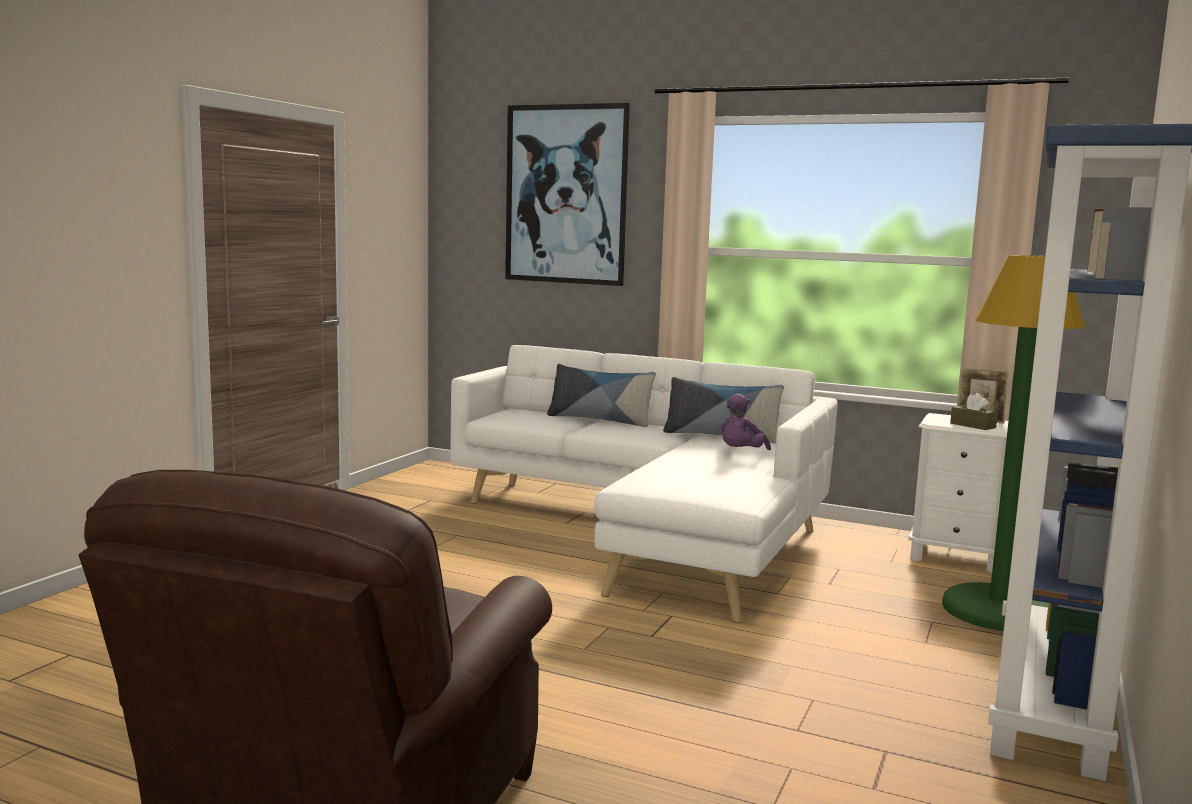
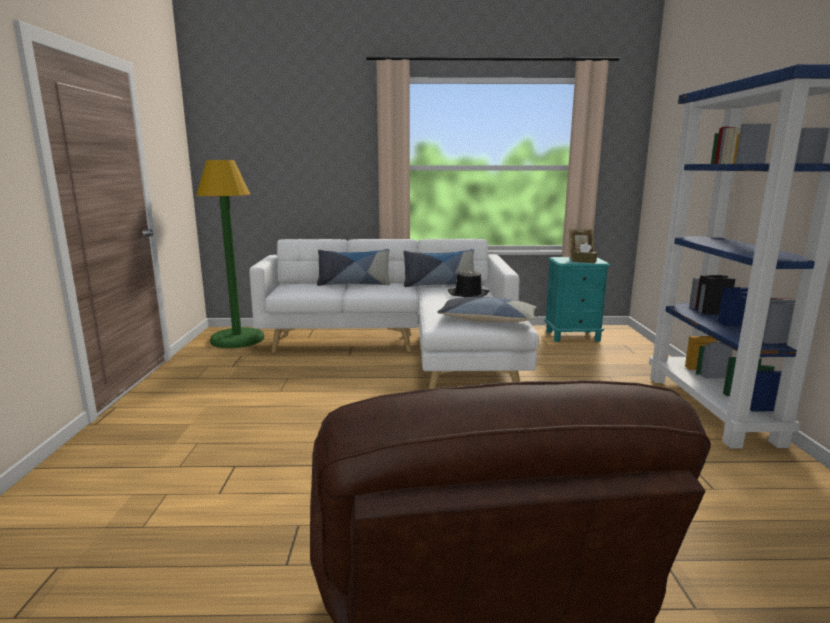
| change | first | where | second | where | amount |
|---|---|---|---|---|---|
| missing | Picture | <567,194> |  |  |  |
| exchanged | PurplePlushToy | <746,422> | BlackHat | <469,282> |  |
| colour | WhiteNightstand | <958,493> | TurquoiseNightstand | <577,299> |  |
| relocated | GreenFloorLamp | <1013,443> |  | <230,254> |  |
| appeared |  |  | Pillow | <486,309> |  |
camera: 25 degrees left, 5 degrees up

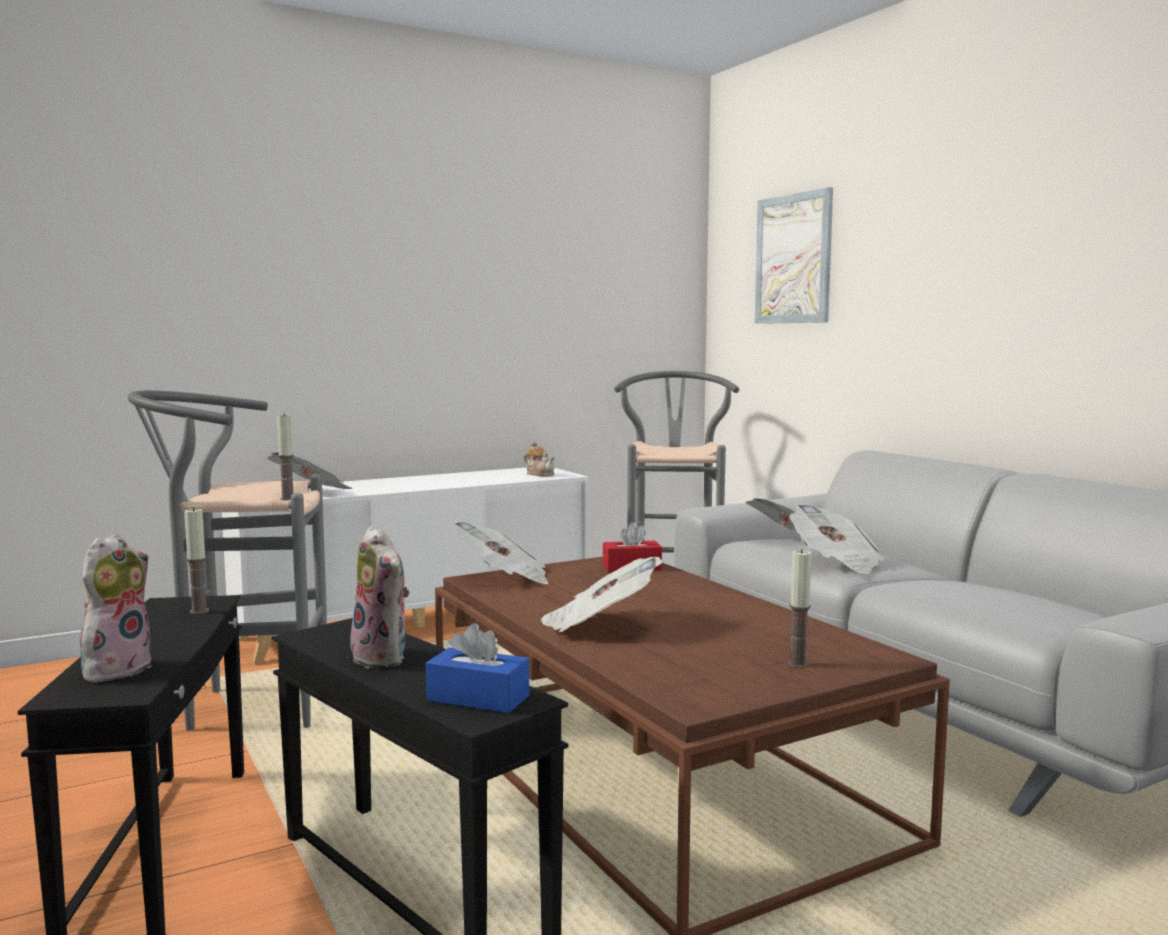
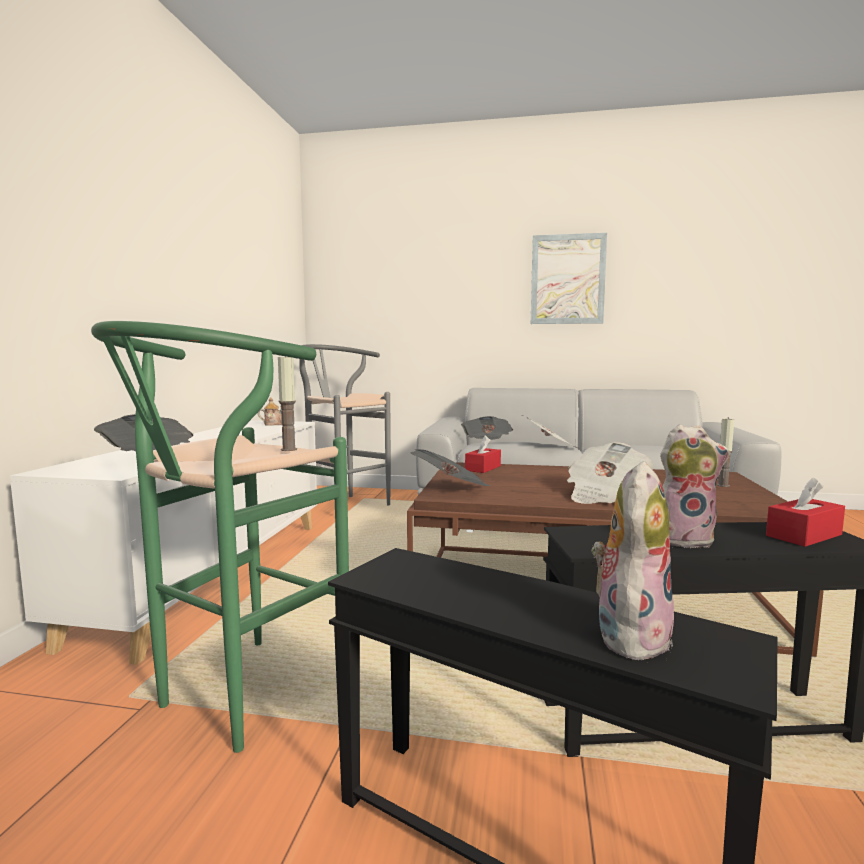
| change | first | where | second | where | amount |
|---|---|---|---|---|---|
| spun | PlushToy | <116,608> |  | <632,562> | 60 degrees clockwise |
| colour | GreyStool | <227,560> | GreenStool | <220,537> |  |
| missing | Candle | <196,560> |  |  |  |
| colour | BlueTissueBox | <477,668> | RedTissueBox | <805,512> |  |
| relocated | Picture | <794,255> |  | <569,278> |  |
camera: 50 degrees left, 0 degrees up

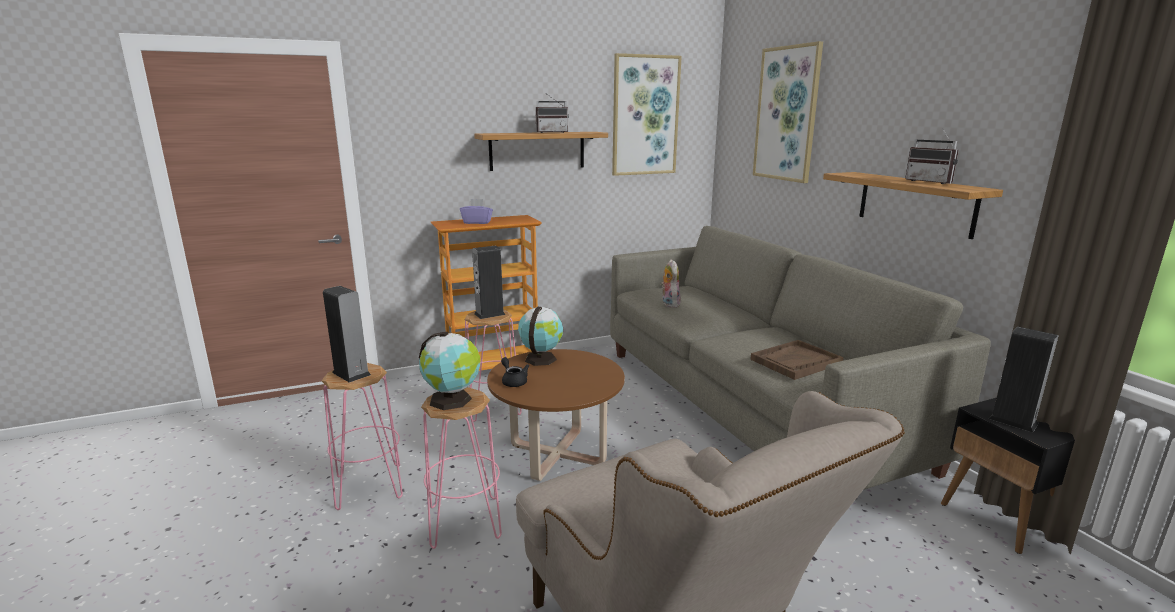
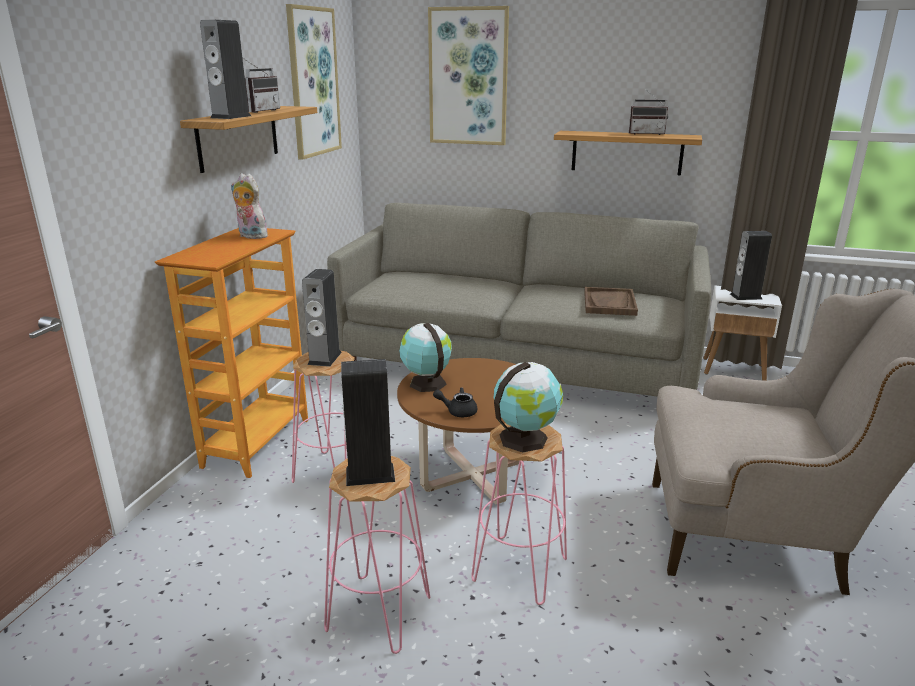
| change | first | where | second | where | amount |
|---|---|---|---|---|---|
| missing | PurpleTissueBox | <476,211> |  |  |  |
| relocated | PlushToy | <670,283> |  | <249,206> |  |
| colour | BlackSideTable | <1008,476> | WhiteSideTable | <742,332> |  |
| appeared |  |  | Speaker | <225,69> |  |
camera: 50 degrees left, 5 degrees up

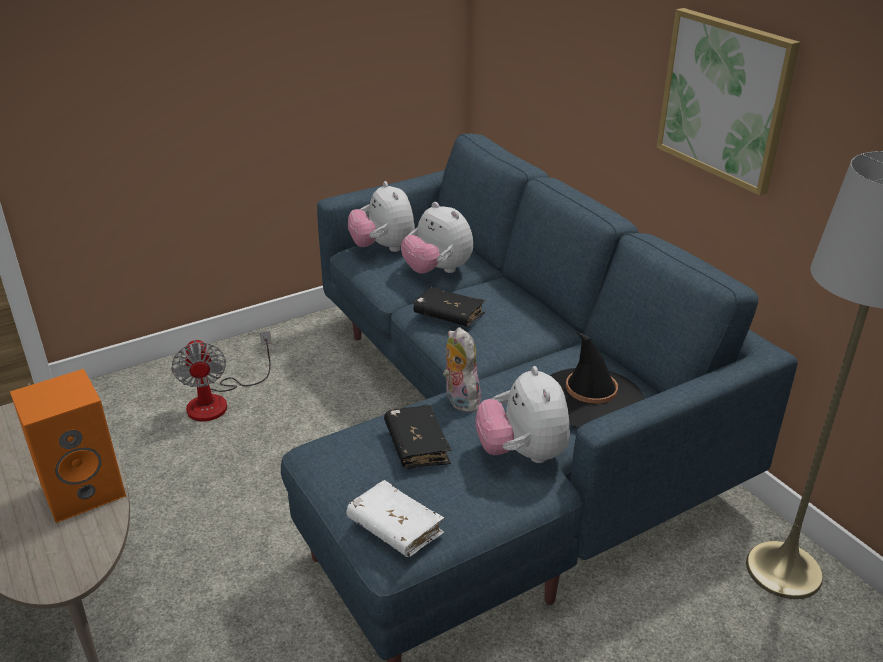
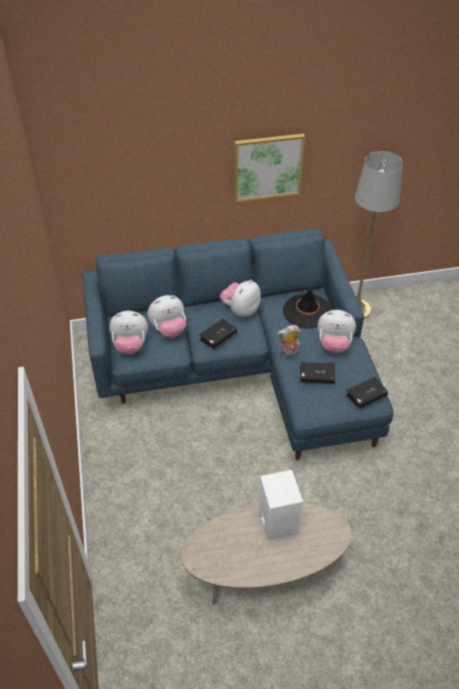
| change | first | where | second | where | amount |
|---|---|---|---|---|---|
| colour | OrangeSpeaker | <68,446> | WhiteSpeaker | <280,505> |  |
| missing | Fan | <221,376> |  |  |  |
| colour | WhiteBook | <395,518> | BlackBook | <367,393> |  |
| appeared |  |  | PlushToy | <240,298> |  |
camera: 70 degrees left, 15 degrees up

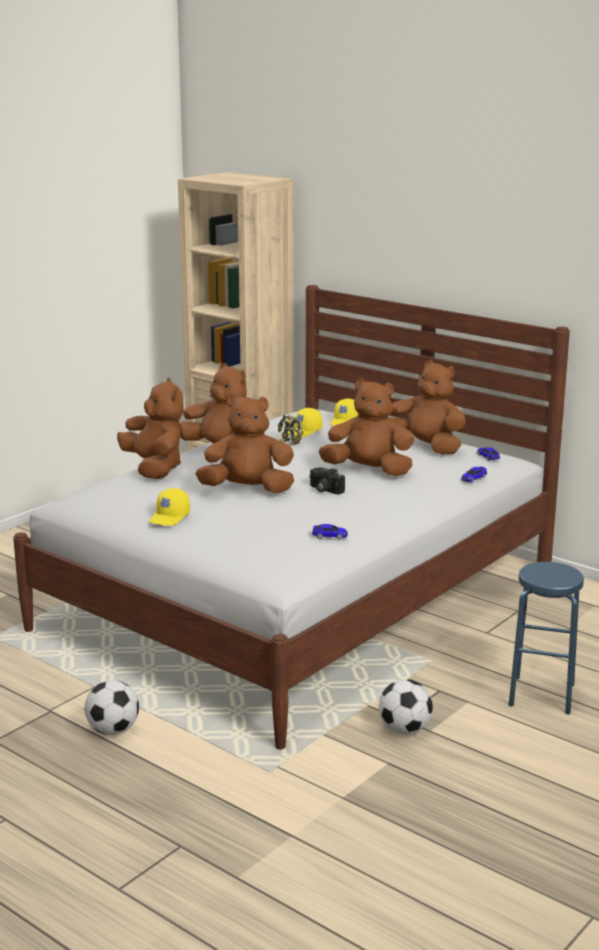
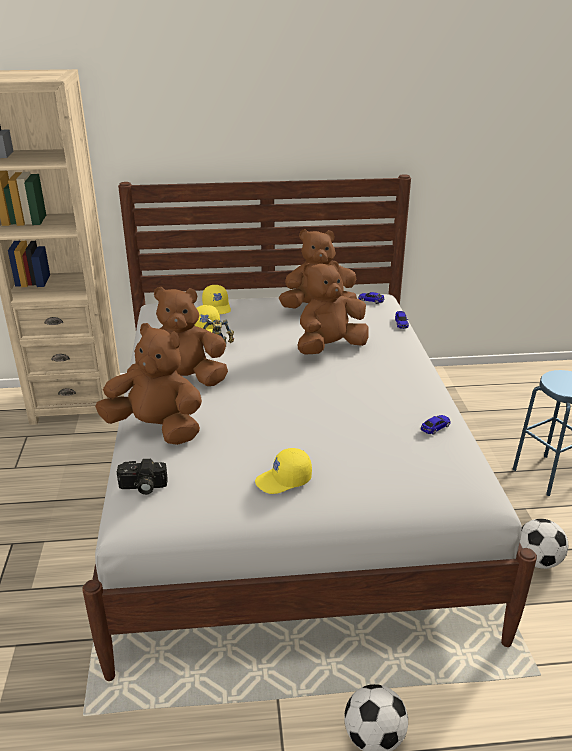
| change | first | where | second | where | amount |
|---|---|---|---|---|---|
| spun | YellowCap | <169,507> |  | <283,471> | 90 degrees clockwise |
| missing | BrownPlushToy | <245,443> |  |  |  |
| relocated | PhotoCamera | <327,481> |  | <142,477> |  |
camera: 45 degrees left, 10 degrees up

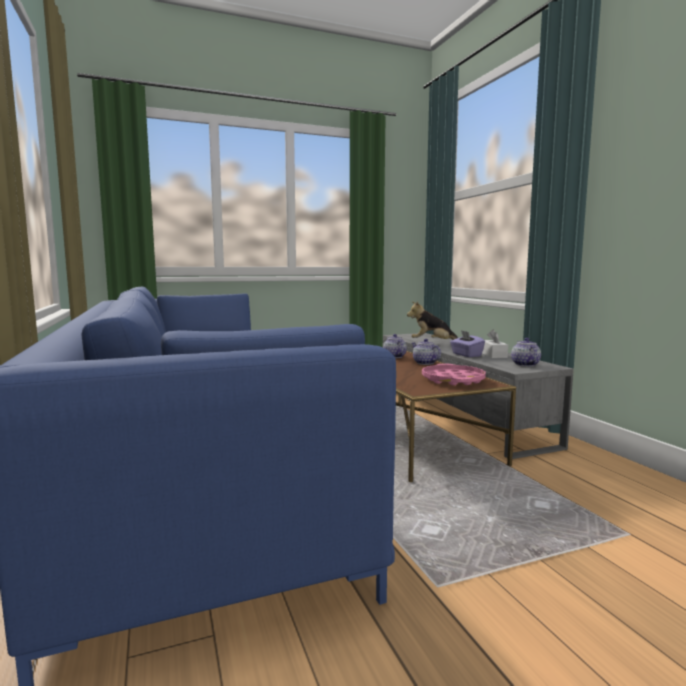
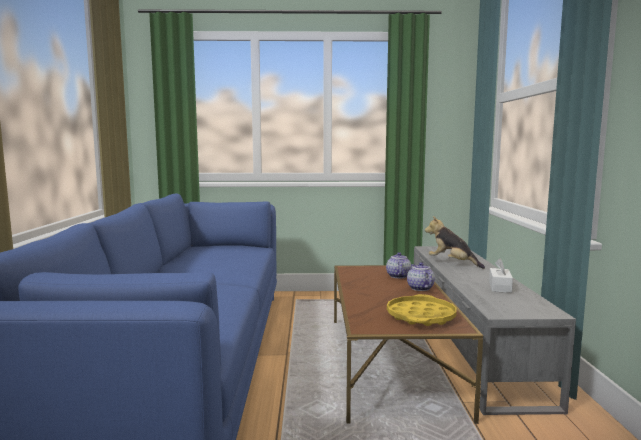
| change | first | where | second | where | amount |
|---|---|---|---|---|---|
| colour | PinkTray | <454,375> | YellowTray | <422,310> |  |
| missing | PurpleTissueBox | <467,343> |  |  |  |
| missing | Teapot | <526,352> |  |  |  |
camera: 20 degrees right, 0 degrees up

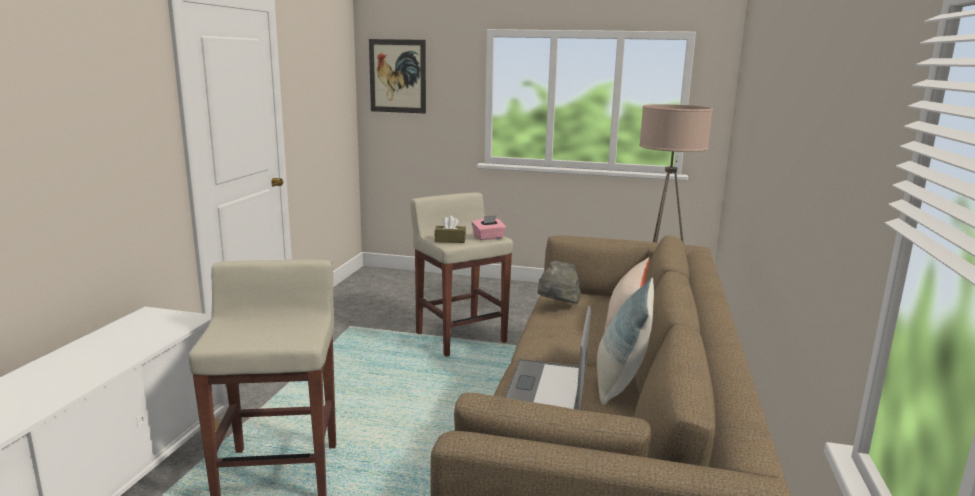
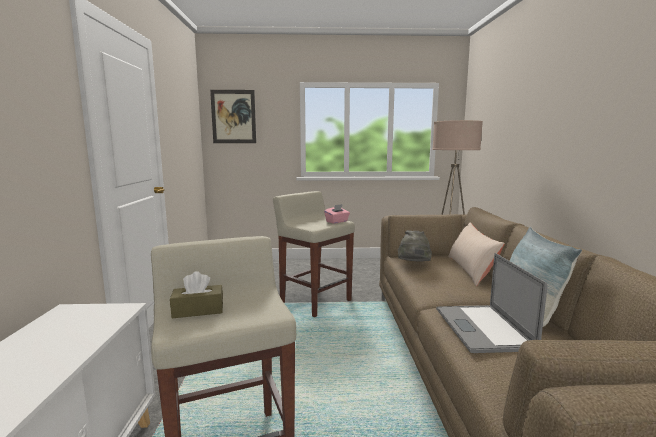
| change | first | where | second | where | amount |
|---|---|---|---|---|---|
| relocated | BrownTissueBox | <450,229> |  | <196,294> |  |
camera: 15 degrees left, 5 degrees down

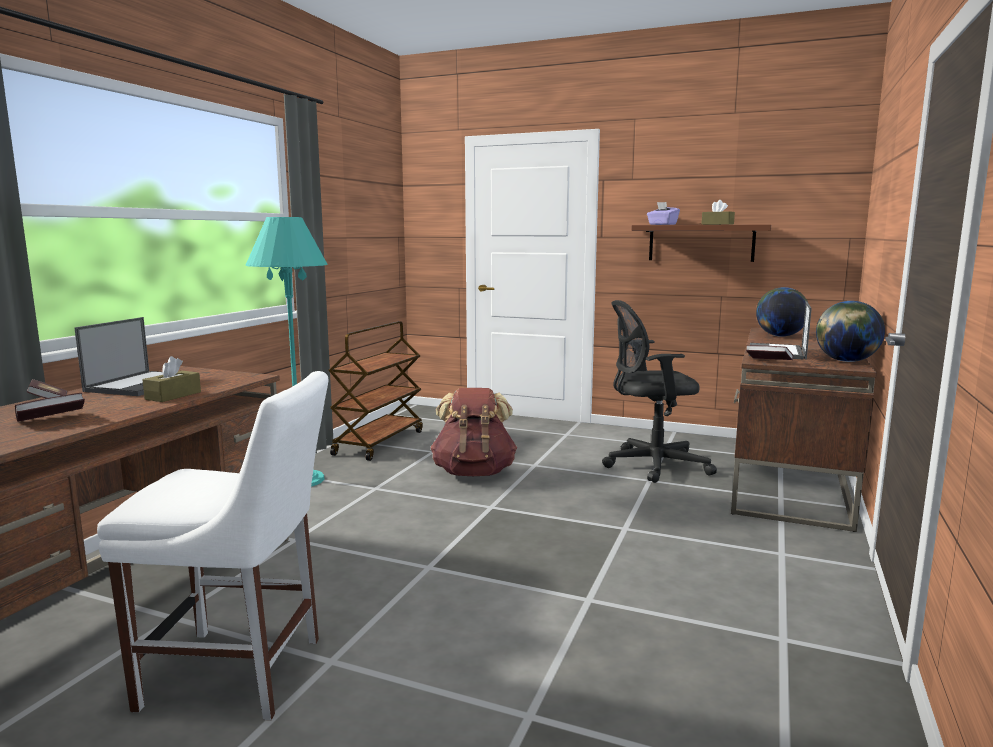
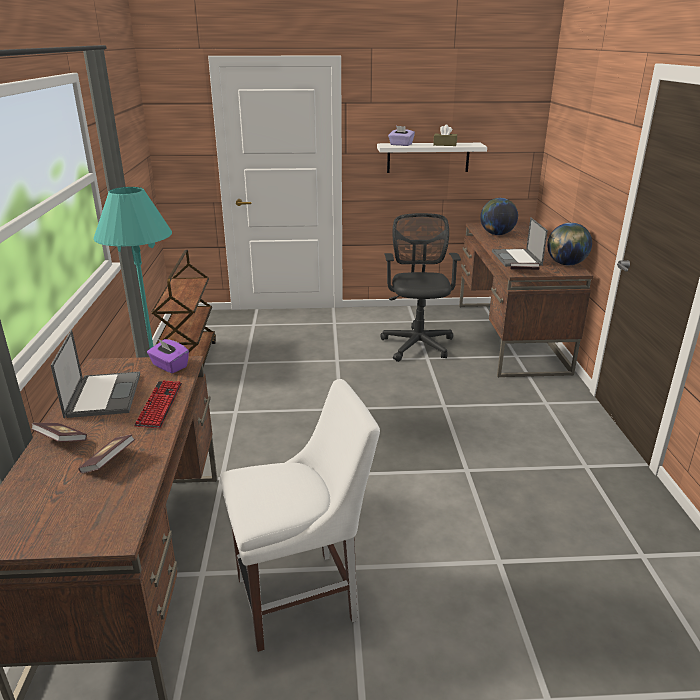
| change | first | where | second | where | amount |
|---|---|---|---|---|---|
| exchanged | BrownTissueBox | <172,379> | Keyboard | <158,404> |  |
| missing | BrownBackpack | <473,432> |  |  |  |
| spun | BlackOfficeChair | <659,391> |  | <420,287> | 120 degrees clockwise |
| colour | BrownShelf | <701,243> | WhiteShelf | <432,158> |  |
| appeared |  |  | PurpleTissueBox | <168,356> |  |
camera: 25 degrees left, 15 degrees up

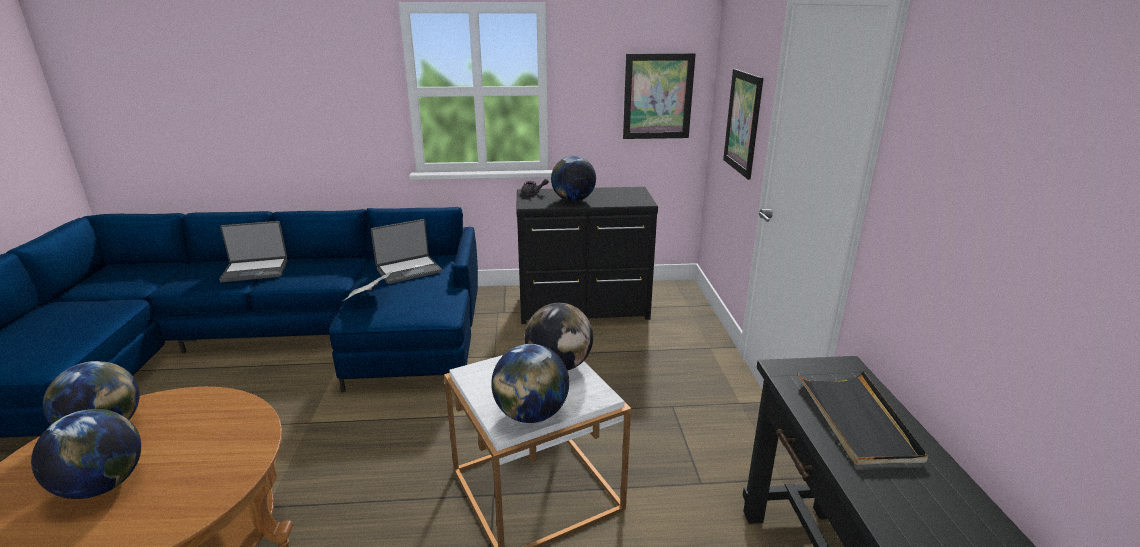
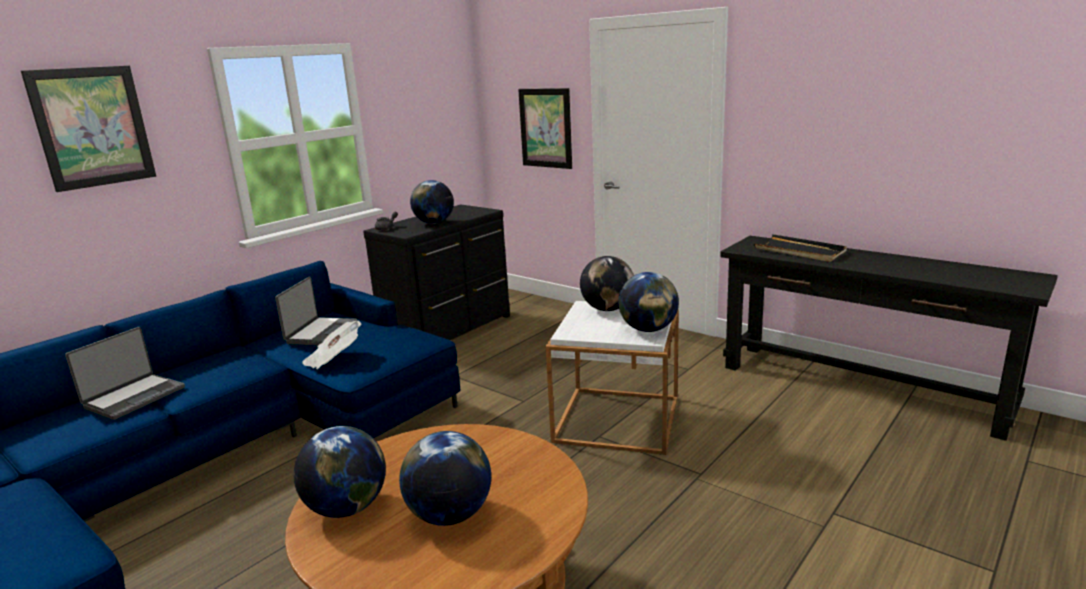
| change | first | where | second | where | amount |
|---|---|---|---|---|---|
| relocated | Picture | <659,96> |  | <88,129> |  |
camera: 45 degrees left, 5 degrees down

